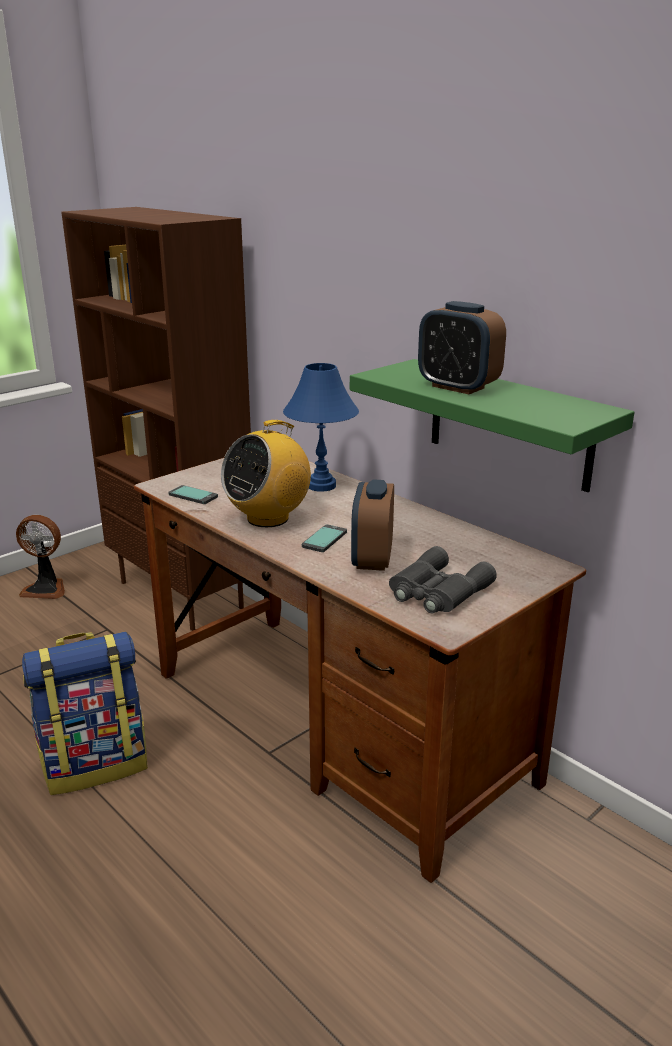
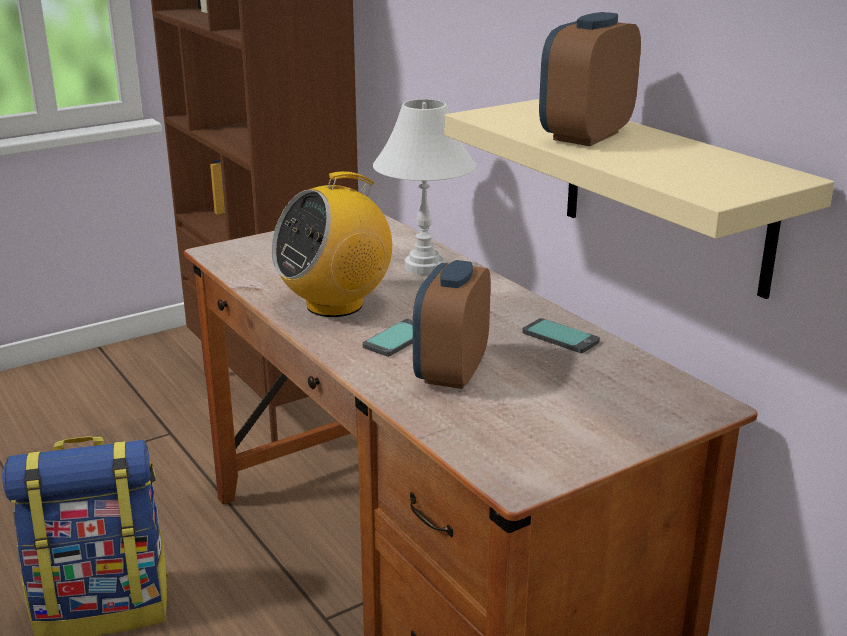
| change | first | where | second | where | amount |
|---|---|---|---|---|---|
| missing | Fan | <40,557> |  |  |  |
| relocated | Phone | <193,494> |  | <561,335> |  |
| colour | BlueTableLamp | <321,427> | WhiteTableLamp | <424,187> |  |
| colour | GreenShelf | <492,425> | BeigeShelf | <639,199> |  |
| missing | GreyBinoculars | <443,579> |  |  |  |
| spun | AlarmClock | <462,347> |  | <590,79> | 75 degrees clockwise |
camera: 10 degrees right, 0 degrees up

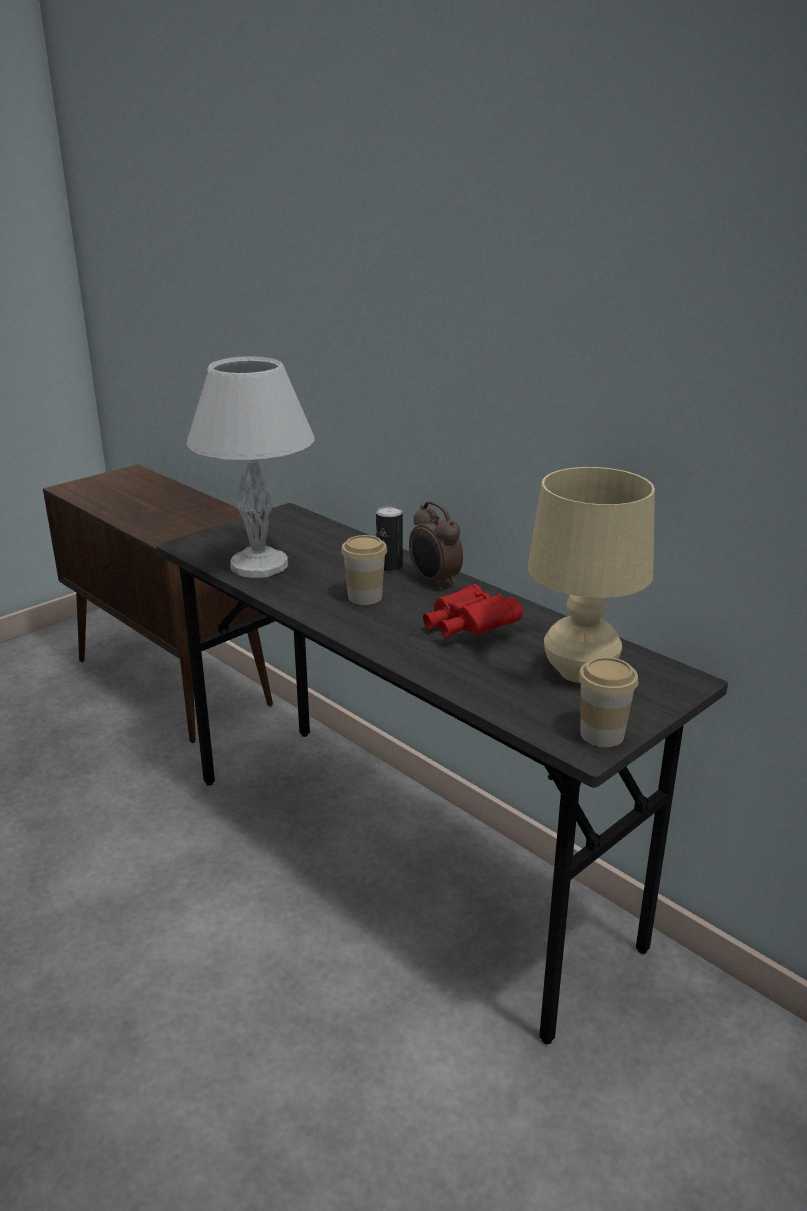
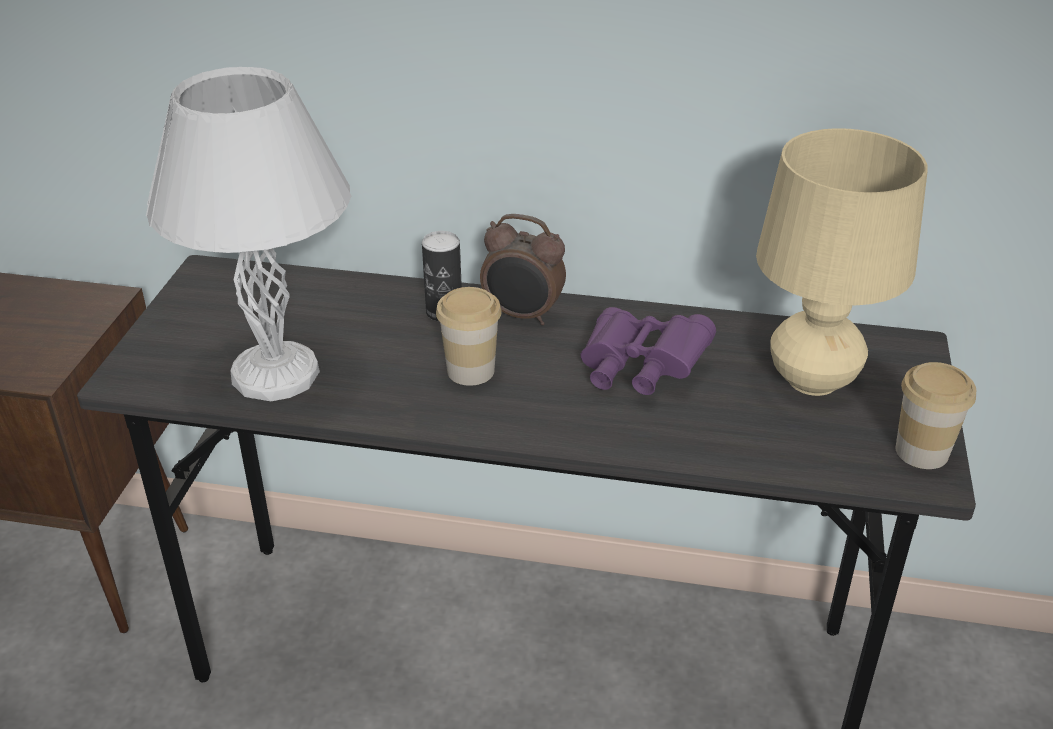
| change | first | where | second | where | amount |
|---|---|---|---|---|---|
| colour | RedBinoculars | <473,611> | PurpleBinoculars | <648,351> |  |
camera: 35 degrees left, 10 degrees up

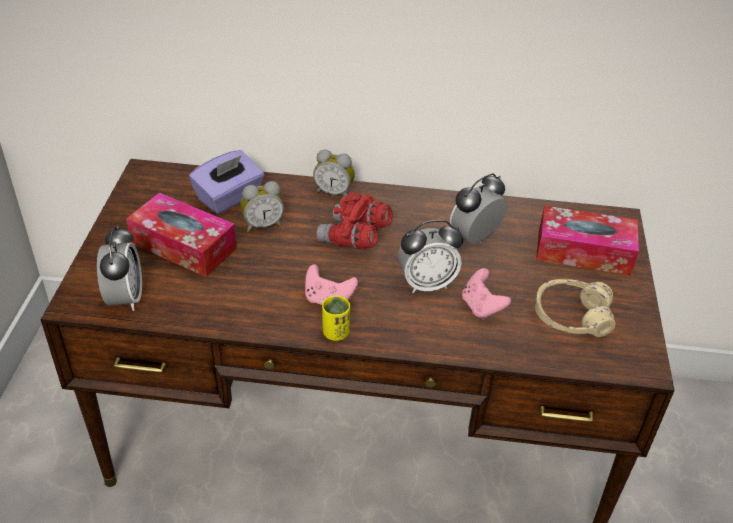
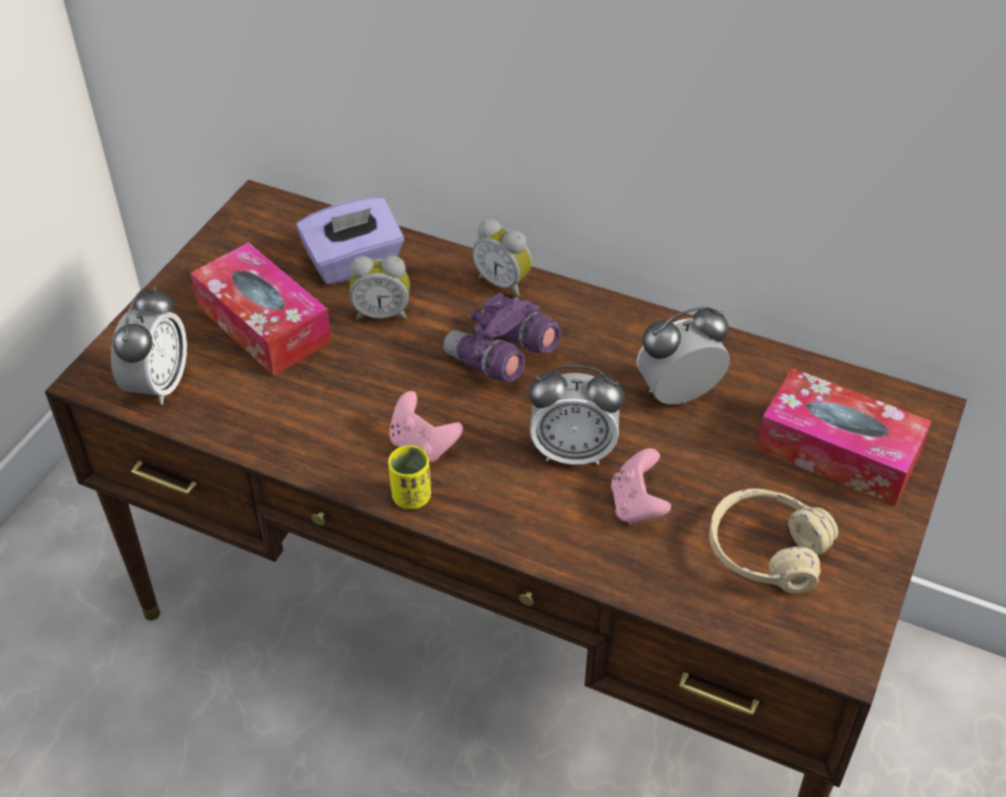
| change | first | where | second | where | amount |
|---|---|---|---|---|---|
| colour | RedBinoculars | <355,220> | PurpleBinoculars | <502,337> |  |
camera: 20 degrees right, 5 degrees up

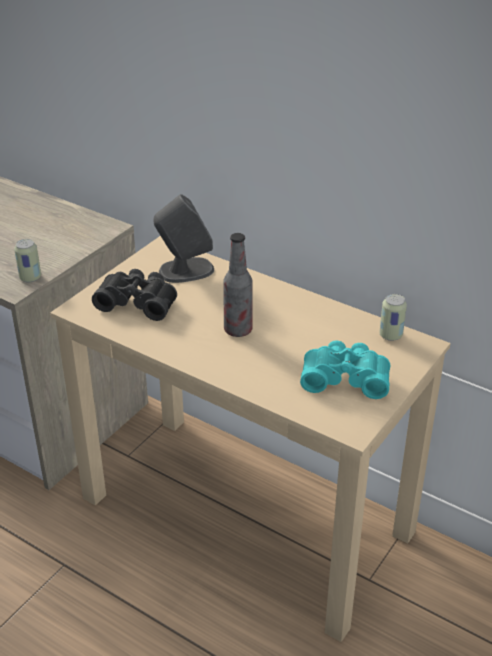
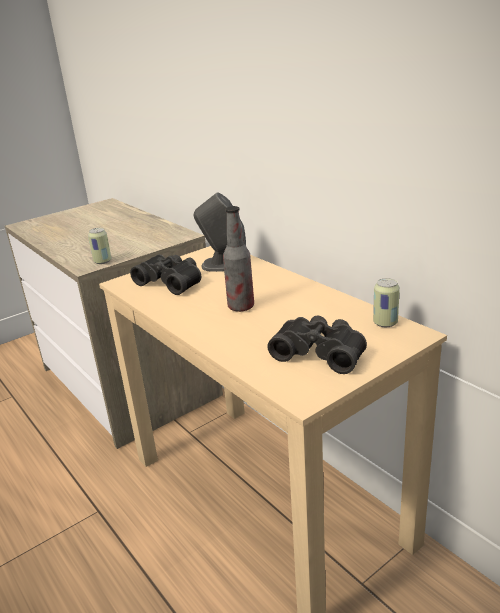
| change | first | where | second | where | amount |
|---|---|---|---|---|---|
| colour | TurquoiseBinoculars | <345,369> | BlackBinoculars | <317,344> |  |
camera: 20 degrees right, 10 degrees down

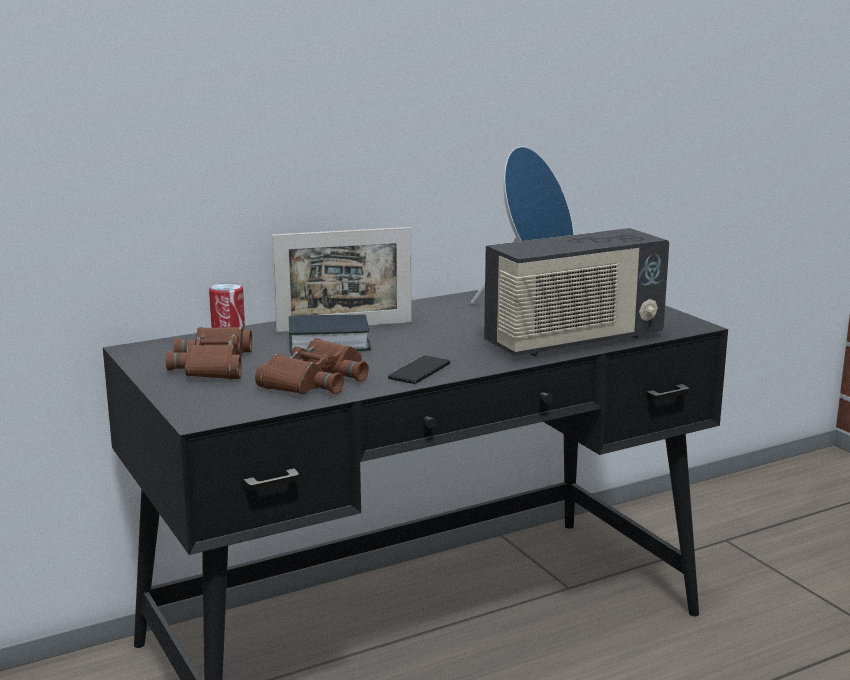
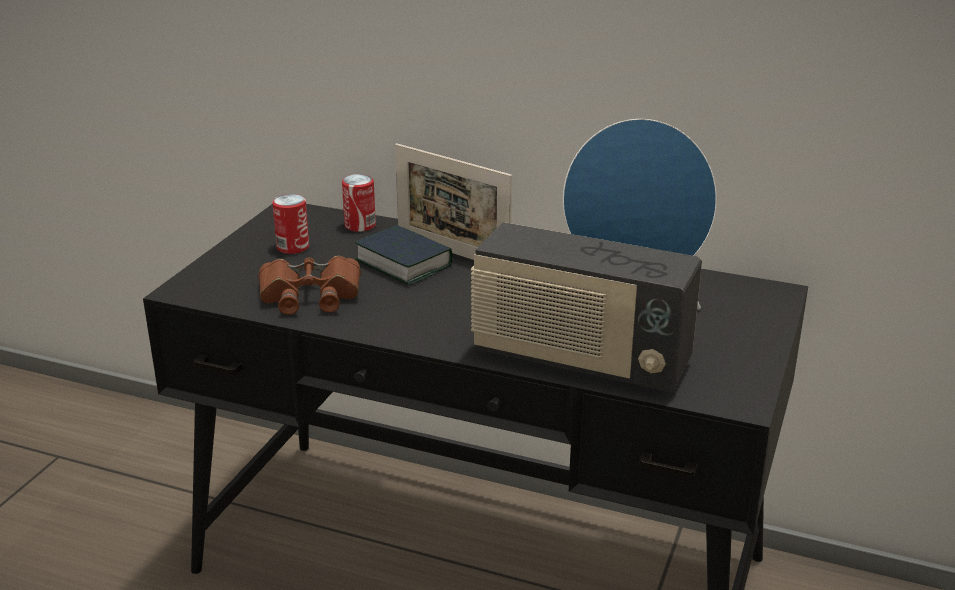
| change | first | where | second | where | amount |
|---|---|---|---|---|---|
| exchanged | BrownBinoculars | <209,353> | Can | <290,224> |  |
| missing | Phone | <419,369> |  |  |  |
camera: 50 degrees right, 10 degrees up

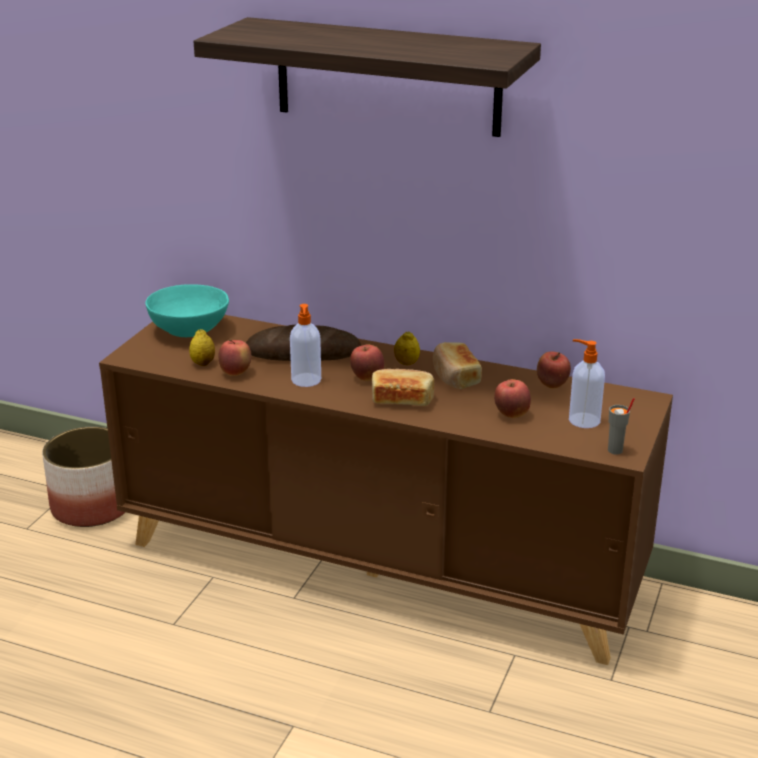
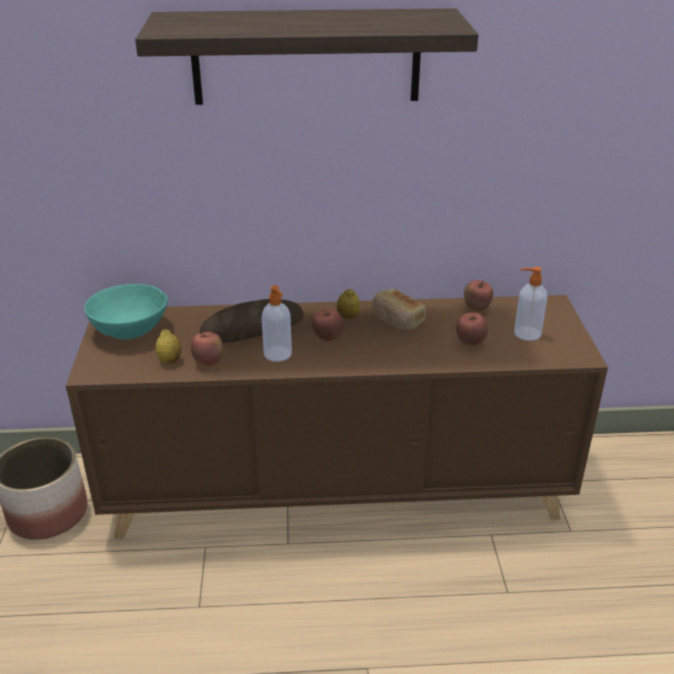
| change | first | where | second | where | amount |
|---|---|---|---|---|---|
| missing | Bread | <403,387> |  |  |  |
| missing | GreyCup | <621,426> |  |  |  |
camera: 25 degrees left, 5 degrees up

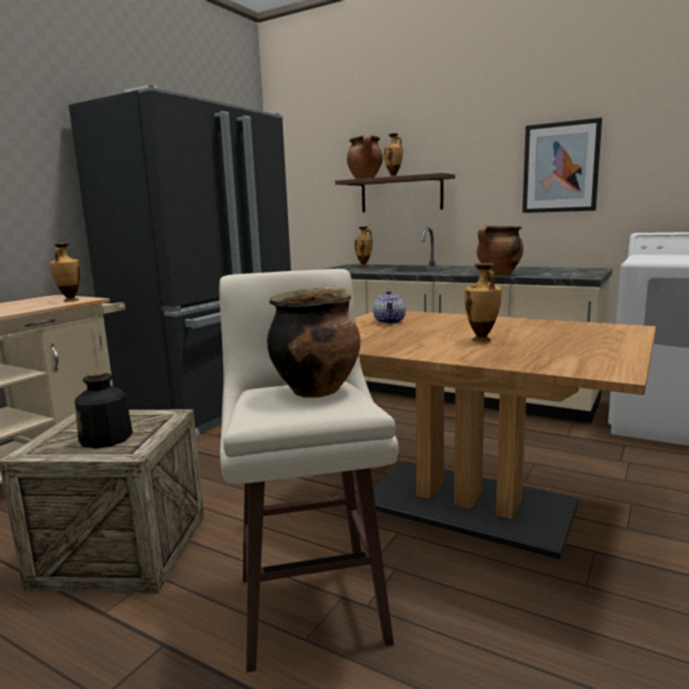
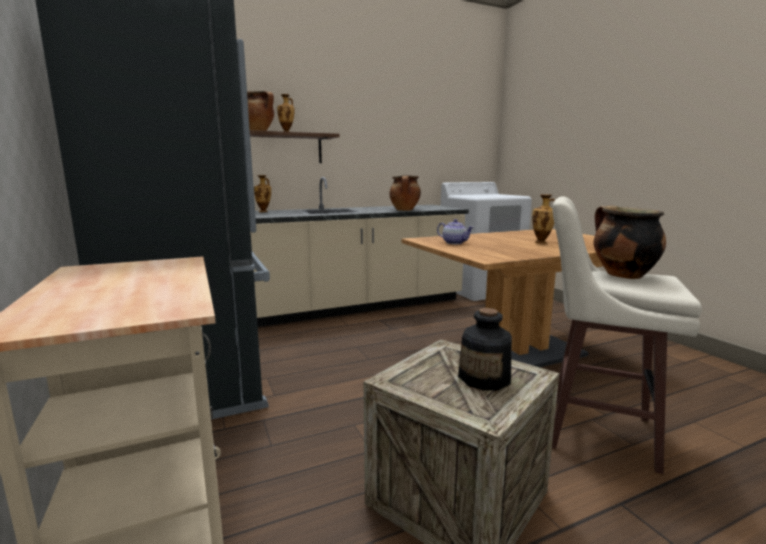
| change | first | where | second | where | amount |
|---|---|---|---|---|---|
| missing | Vase | <65,272> |  |  |  |
| missing | Picture | <562,165> |  |  |  |
camera: 55 degrees left, 0 degrees up

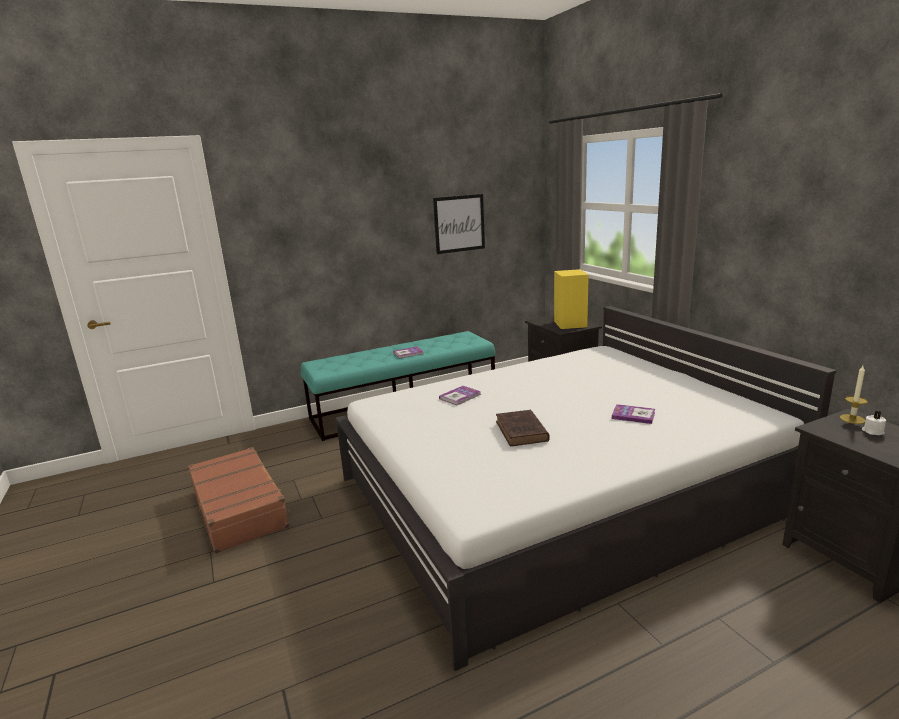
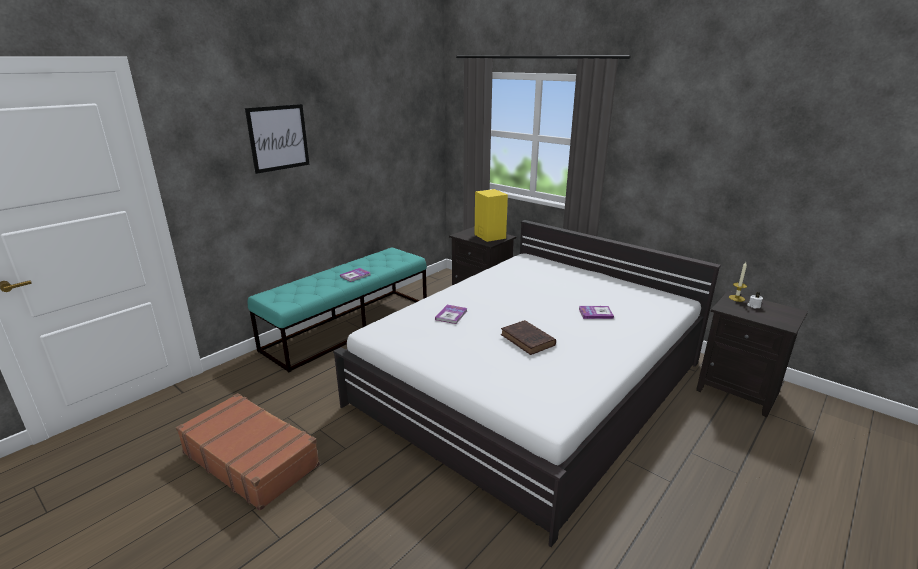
| change | first | where | second | where | amount |
|---|---|---|---|---|---|
| relocated | Picture | <459,224> |  | <277,139> |  |
camera: 25 degrees left, 5 degrees up

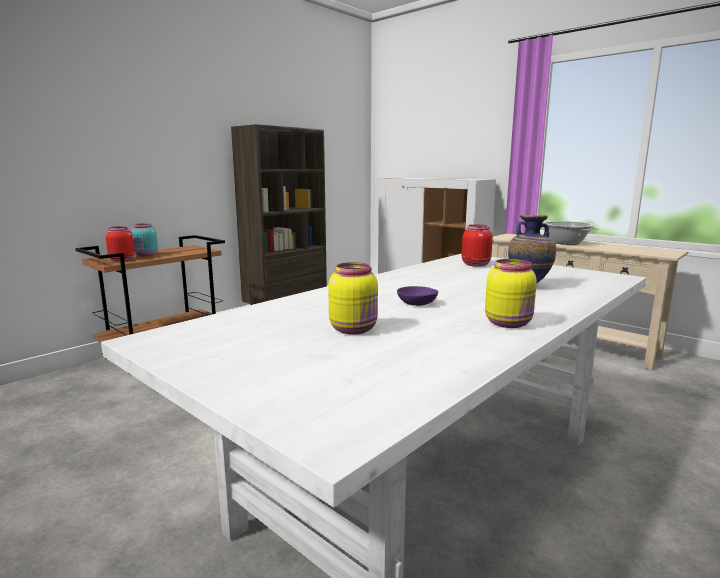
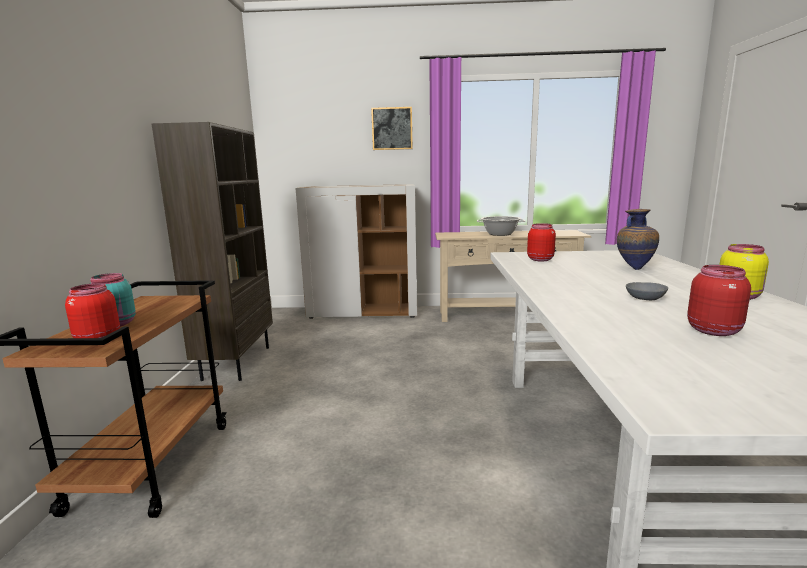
| change | first | where | second | where | amount |
|---|---|---|---|---|---|
| colour | YellowJar | <353,298> | RedJar | <719,300> |  |
| colour | PurpleBowl | <417,296> | GreyBowl | <647,291> |  |
| appeared |  |  | Picture | <392,128> |  |
camera: 40 degrees left, 0 degrees up

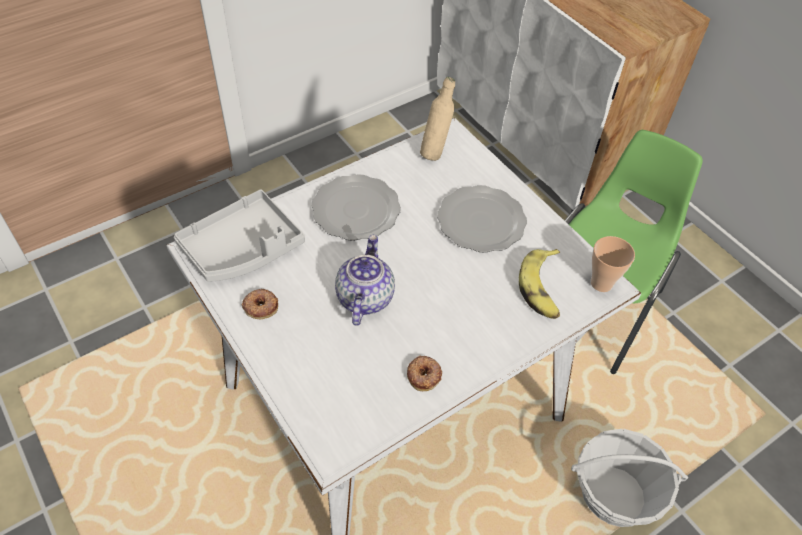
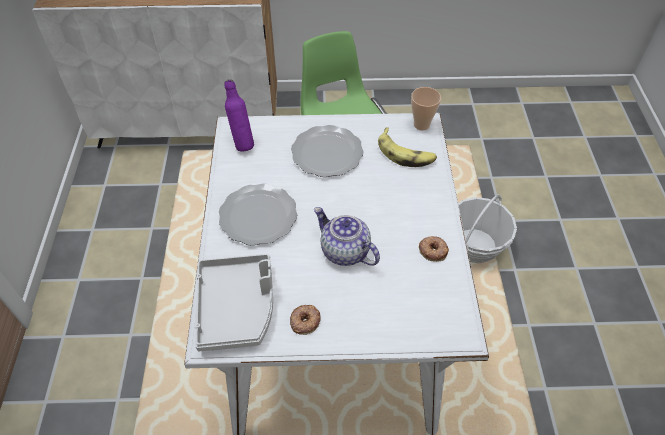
| change | first | where | second | where | amount |
|---|---|---|---|---|---|
| colour | BeigeBottle | <437,119> | PurpleBottle | <239,115> |  |
camera: 55 degrees left, 0 degrees up

